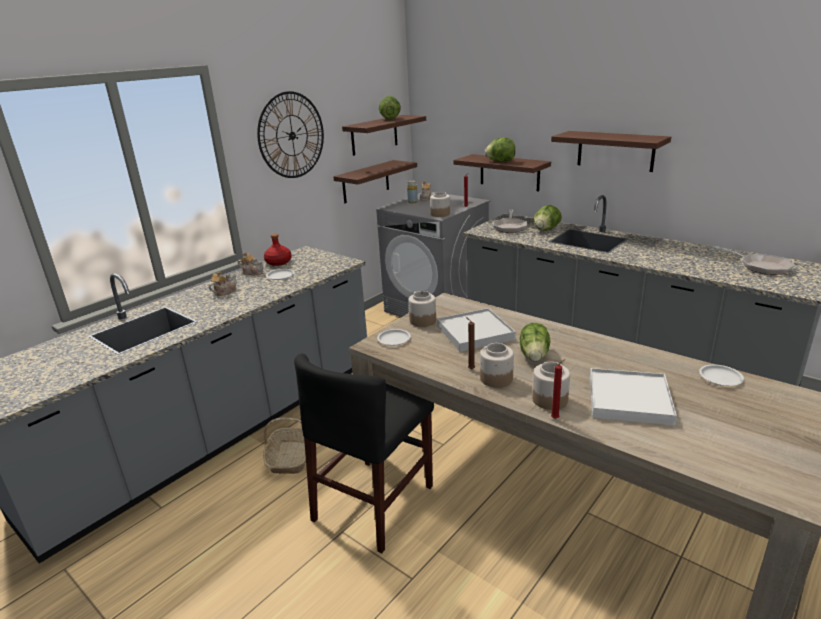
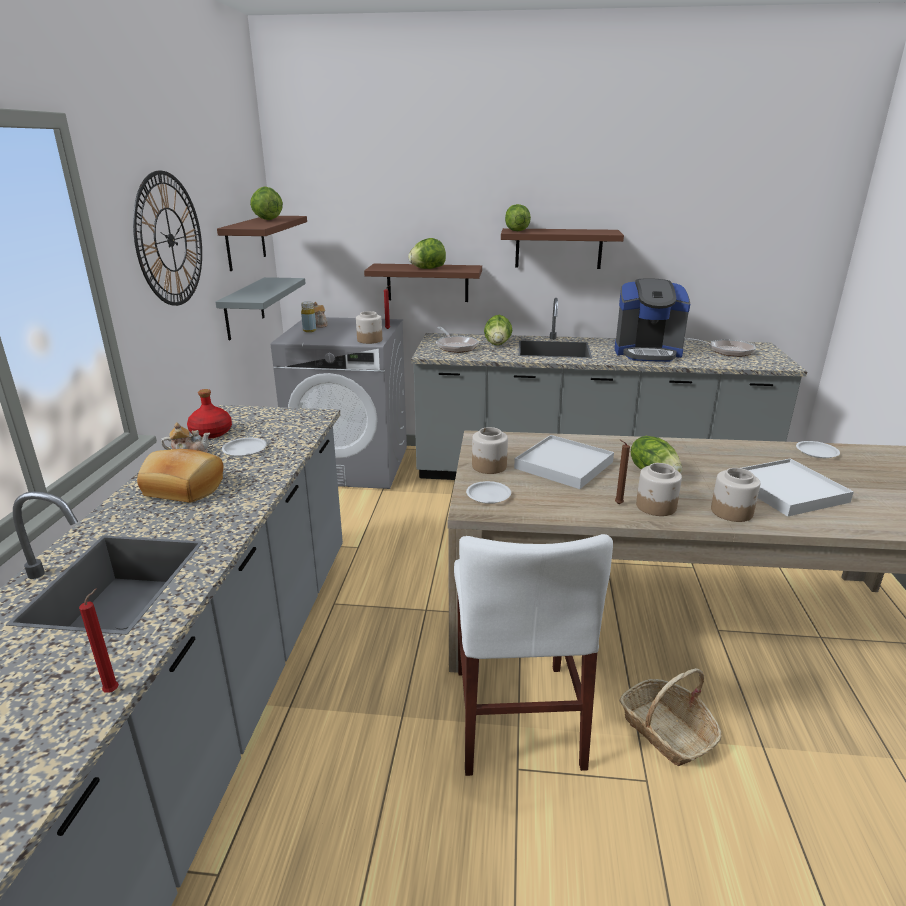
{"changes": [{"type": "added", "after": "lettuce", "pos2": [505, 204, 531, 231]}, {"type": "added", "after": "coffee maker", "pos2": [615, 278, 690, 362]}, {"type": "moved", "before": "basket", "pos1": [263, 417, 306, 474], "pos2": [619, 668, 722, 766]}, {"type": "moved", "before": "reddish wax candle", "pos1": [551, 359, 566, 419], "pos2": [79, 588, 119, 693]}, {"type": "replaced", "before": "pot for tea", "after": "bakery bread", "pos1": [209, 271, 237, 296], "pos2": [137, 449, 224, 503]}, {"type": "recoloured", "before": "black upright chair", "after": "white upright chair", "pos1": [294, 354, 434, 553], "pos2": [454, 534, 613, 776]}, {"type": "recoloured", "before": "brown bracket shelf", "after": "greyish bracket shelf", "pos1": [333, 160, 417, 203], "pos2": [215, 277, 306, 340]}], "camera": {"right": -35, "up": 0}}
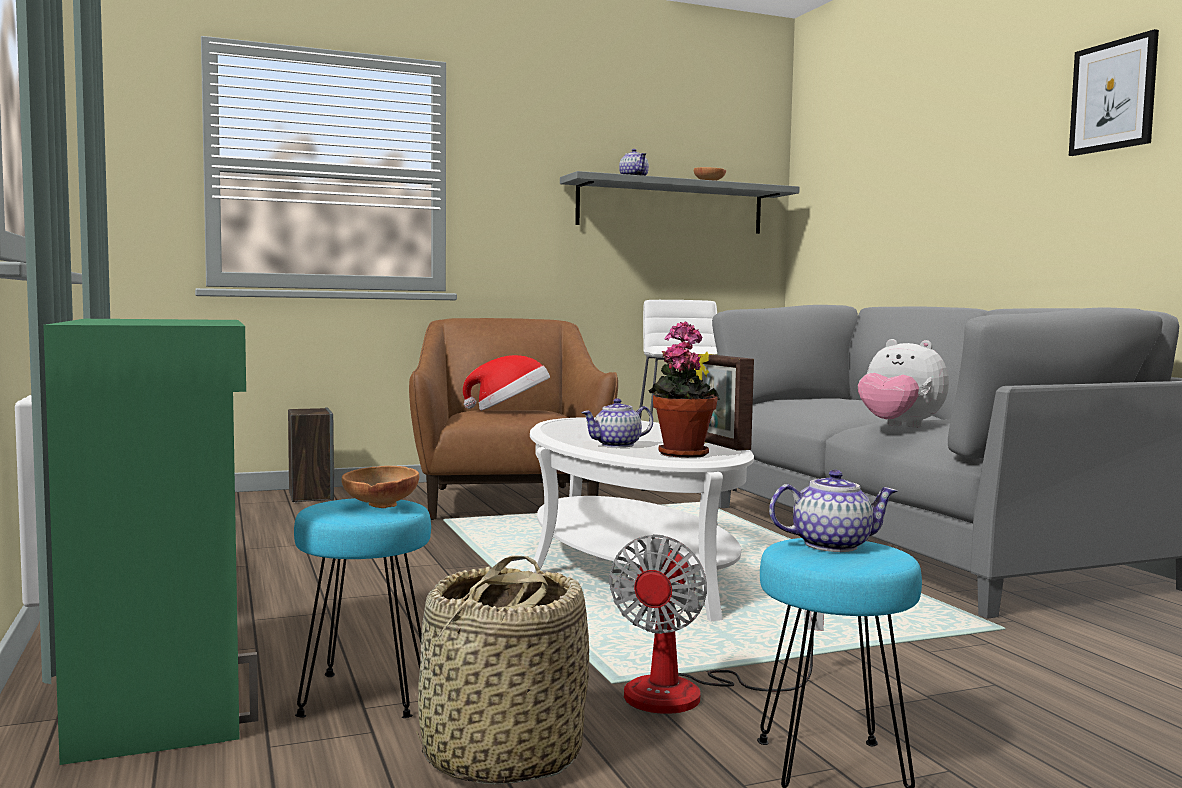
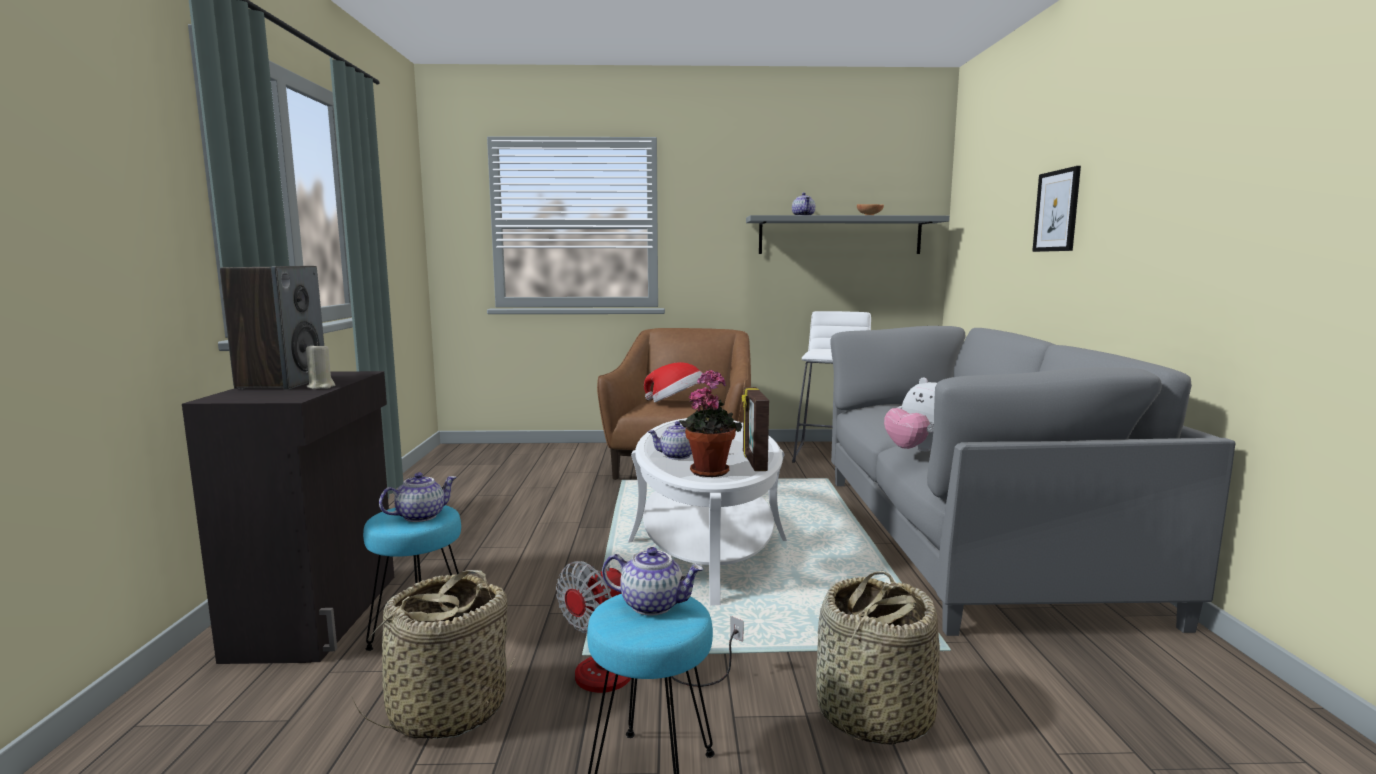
{"changes": [{"type": "added", "after": "beige wax candle", "pos2": [306, 343, 335, 389]}, {"type": "added", "after": "basket", "pos2": [816, 571, 940, 745]}, {"type": "moved", "before": "speaker", "pos1": [288, 408, 334, 503], "pos2": [220, 266, 324, 389]}, {"type": "moved", "before": "wall picture", "pos1": [1069, 29, 1159, 156], "pos2": [1032, 166, 1081, 252]}, {"type": "replaced", "before": "brown bowl", "after": "pot for tea", "pos1": [342, 466, 419, 508], "pos2": [379, 472, 457, 522]}, {"type": "recoloured", "before": "green cabinet", "after": "black cabinet", "pos1": [43, 319, 258, 765], "pos2": [182, 371, 394, 664]}], "camera": {"right": 20, "up": 5}}
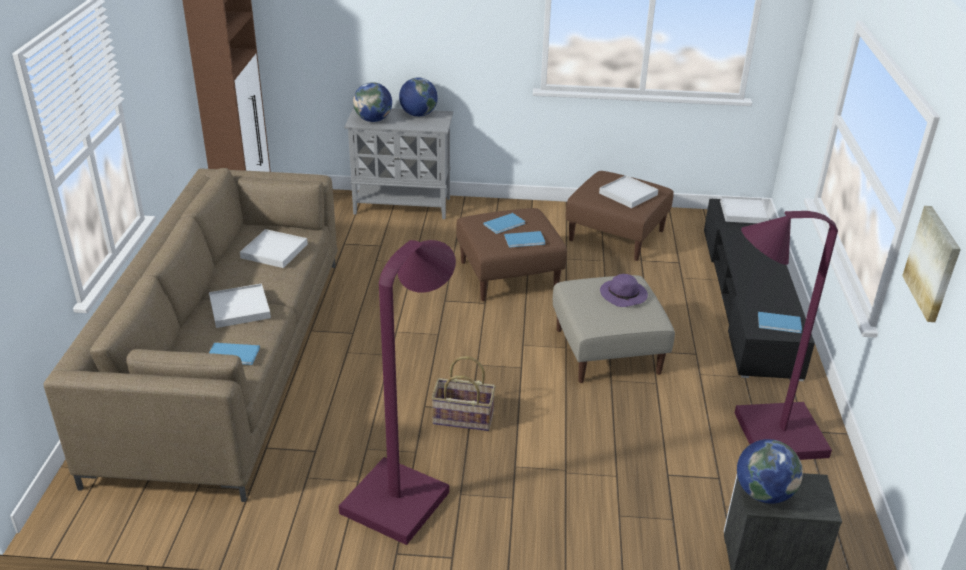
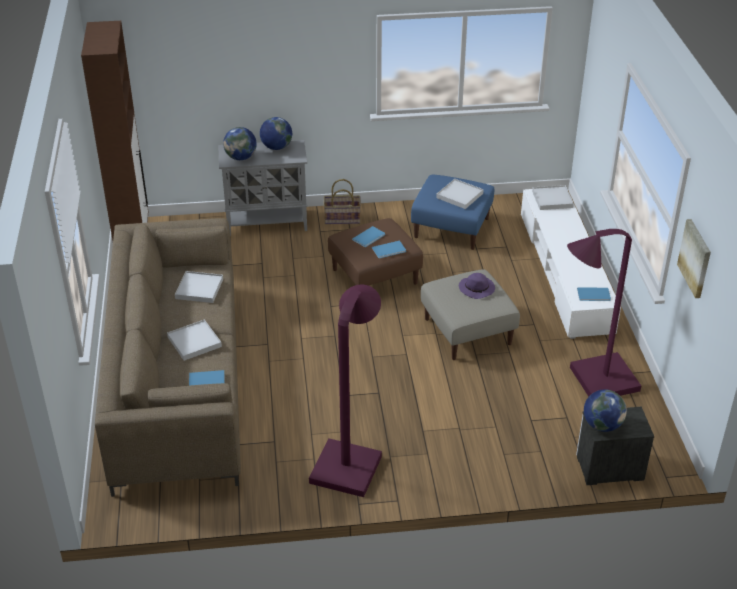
{"changes": [{"type": "moved", "before": "basket", "pos1": [431, 356, 496, 431], "pos2": [324, 179, 361, 224]}, {"type": "recoloured", "before": "brown ottoman", "after": "blue ottoman", "pos1": [566, 171, 674, 261], "pos2": [411, 175, 494, 250]}, {"type": "recoloured", "before": "black media console", "after": "white media console", "pos1": [704, 199, 815, 381], "pos2": [521, 187, 621, 339]}], "camera": {"right": -10, "up": 5}}
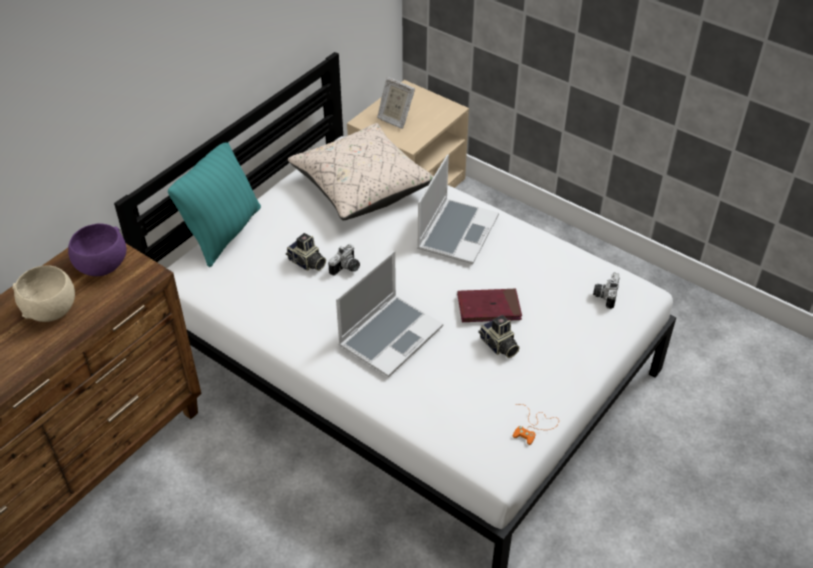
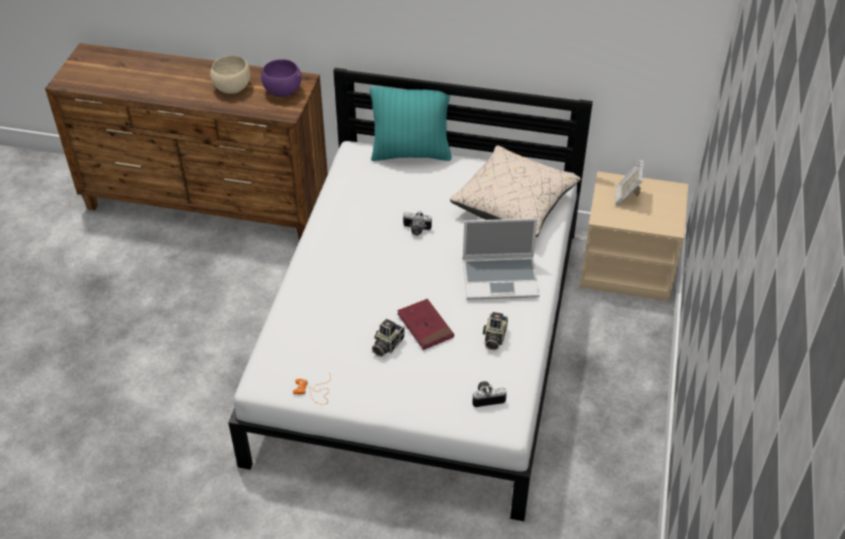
{"changes": [{"type": "removed", "before": "laptop", "pos1": [336, 251, 443, 377]}, {"type": "moved", "before": "still camera", "pos1": [286, 233, 326, 271], "pos2": [483, 312, 508, 350]}], "camera": {"right": 65, "up": 0}}
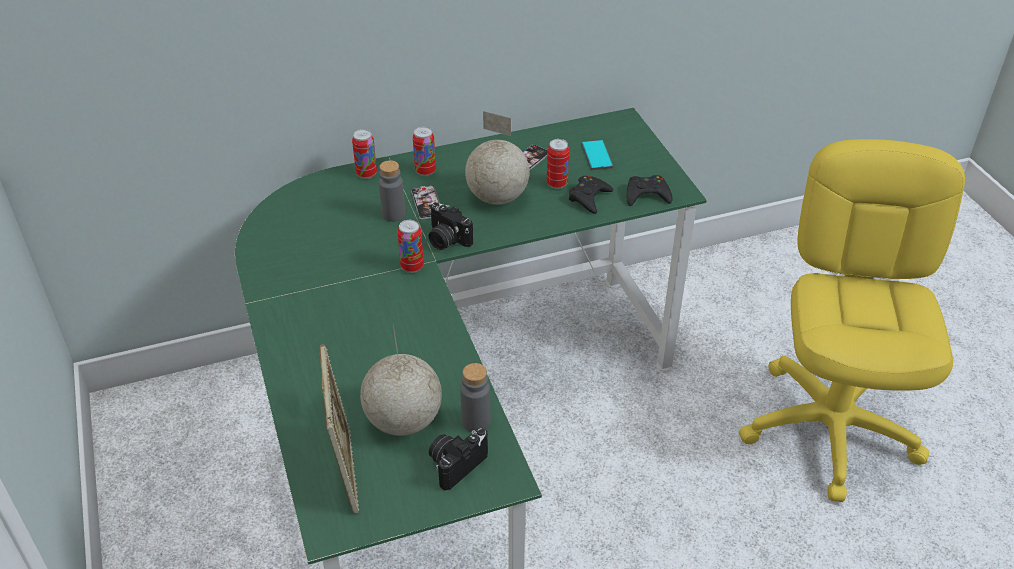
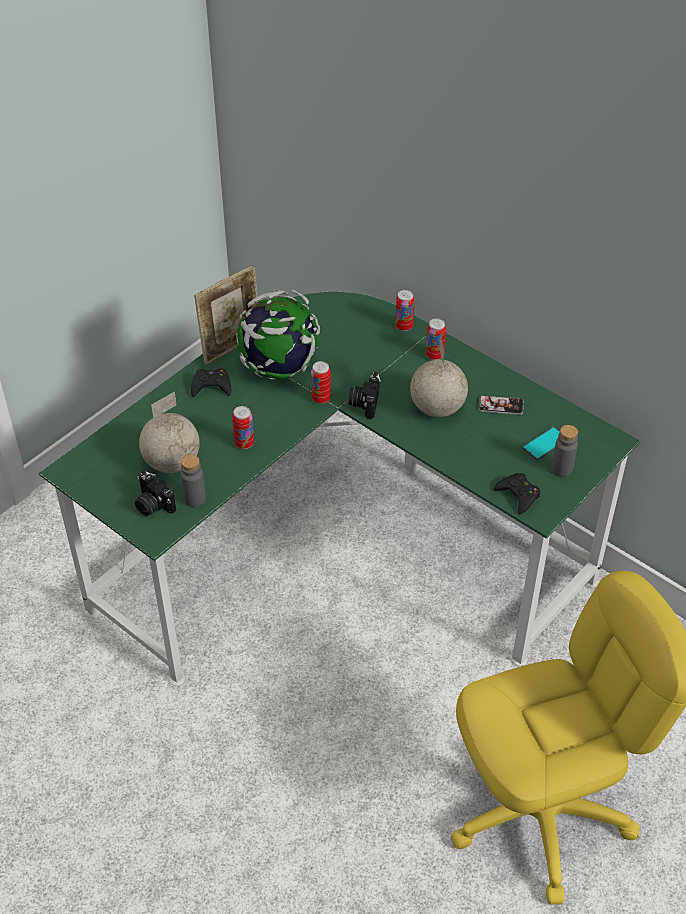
{"changes": [{"type": "removed", "before": "telephone", "pos1": [411, 185, 440, 220]}, {"type": "added", "after": "desk globe", "pos2": [236, 289, 320, 380]}, {"type": "moved", "before": "picture frame", "pos1": [319, 344, 360, 513], "pos2": [194, 265, 258, 365]}, {"type": "moved", "before": "greyish drink bottle", "pos1": [379, 160, 405, 222], "pos2": [551, 425, 578, 477]}, {"type": "moved", "before": "metal can", "pos1": [547, 139, 569, 189], "pos2": [232, 406, 254, 449]}, {"type": "moved", "before": "black joypad", "pos1": [569, 176, 613, 214], "pos2": [191, 368, 232, 397]}, {"type": "turned", "before": "still camera", "pos1": [429, 428, 488, 491], "pos2": [135, 471, 176, 517], "turn": -150}], "camera": {"right": 60, "up": 5}}
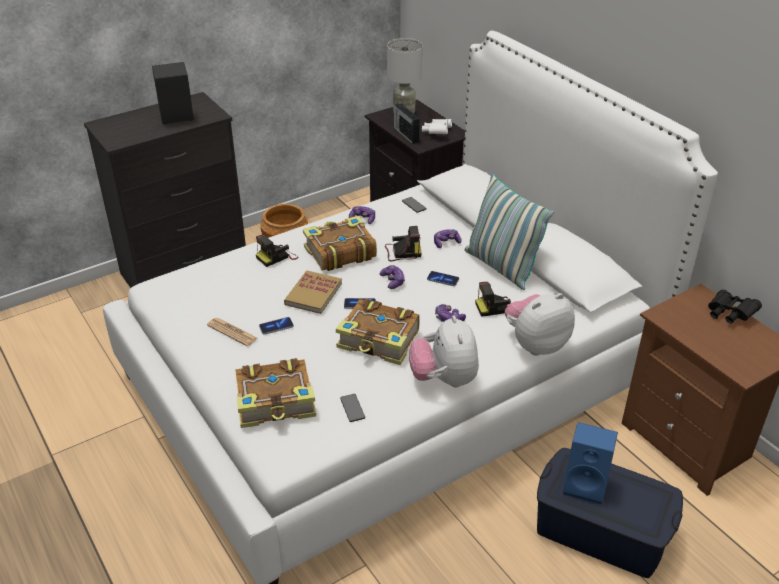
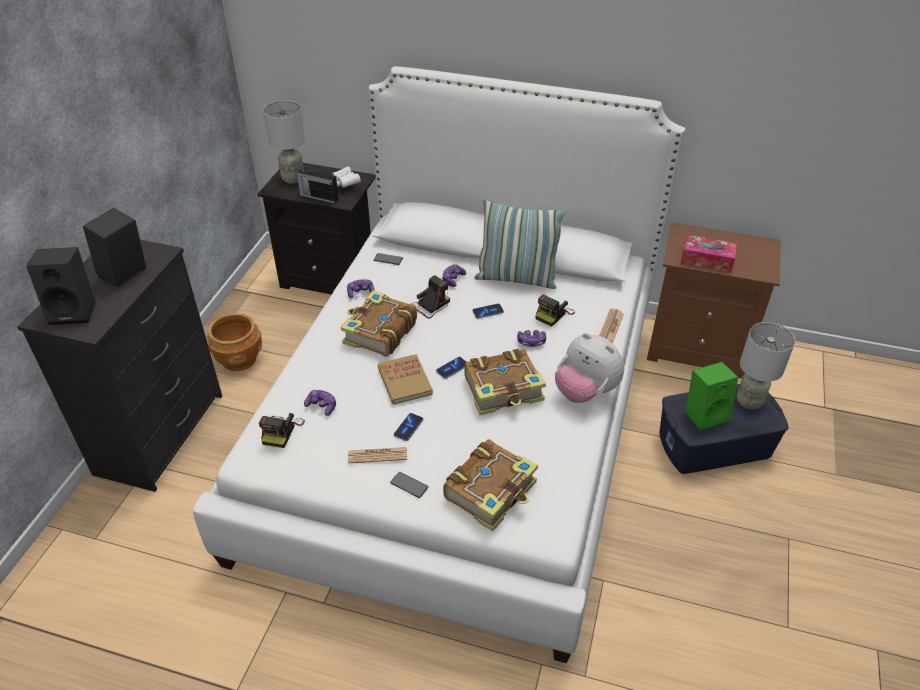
{"changes": [{"type": "removed", "before": "black binoculars", "pos1": [708, 290, 762, 324]}, {"type": "added", "after": "black speaker", "pos2": [26, 247, 96, 325]}, {"type": "added", "after": "tissue box", "pos2": [681, 235, 737, 272]}, {"type": "added", "after": "greyish tabletop lamp", "pos2": [737, 322, 795, 410]}, {"type": "moved", "before": "still camera", "pos1": [256, 234, 299, 267], "pos2": [259, 413, 305, 448]}, {"type": "moved", "before": "telephone", "pos1": [340, 394, 365, 422], "pos2": [390, 472, 428, 498]}, {"type": "moved", "before": "joypad", "pos1": [380, 265, 405, 289], "pos2": [304, 390, 336, 416]}, {"type": "replaced", "before": "plush toy", "after": "newspaper", "pos1": [505, 293, 575, 356], "pos2": [599, 309, 624, 344]}, {"type": "recoloured", "before": "blue speaker", "after": "green speaker", "pos1": [563, 422, 618, 504], "pos2": [686, 362, 738, 431]}], "camera": {"right": -40, "up": 5}}
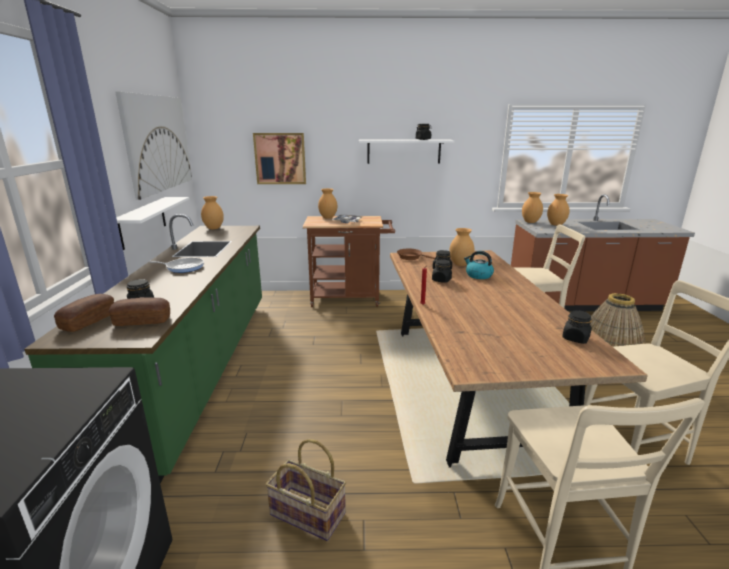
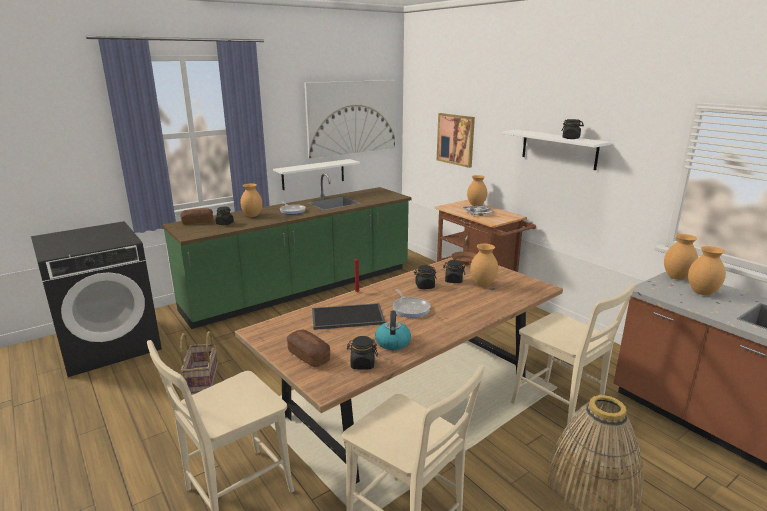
{"changes": [{"type": "added", "after": "serving tray", "pos2": [312, 303, 386, 330]}, {"type": "added", "after": "pan", "pos2": [393, 289, 431, 318]}, {"type": "moved", "before": "bakery bread", "pos1": [109, 297, 170, 326], "pos2": [286, 330, 330, 367]}, {"type": "moved", "before": "brown decorative vase", "pos1": [201, 196, 224, 229], "pos2": [240, 183, 263, 217]}, {"type": "moved", "before": "tea kettle", "pos1": [464, 251, 494, 279], "pos2": [375, 311, 411, 350]}], "camera": {"right": 55, "up": 0}}
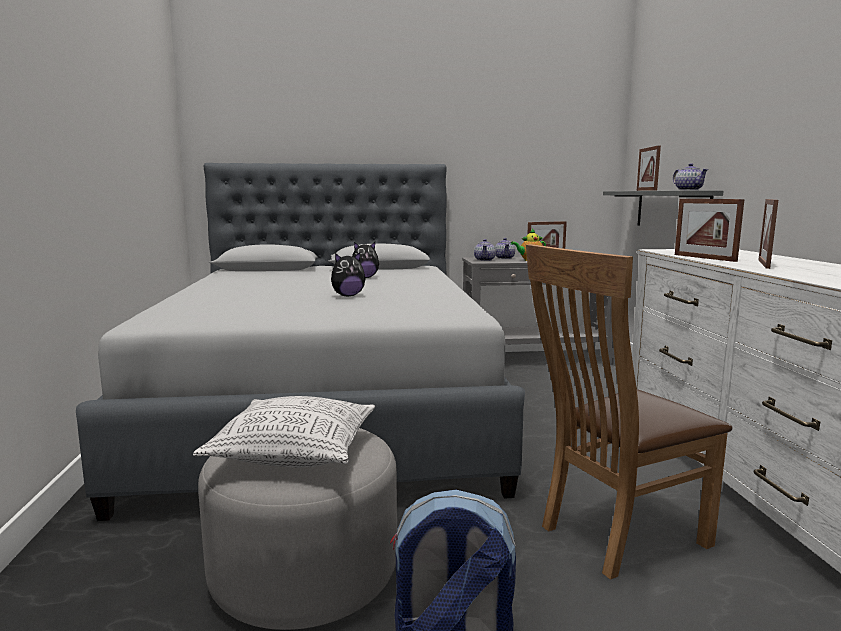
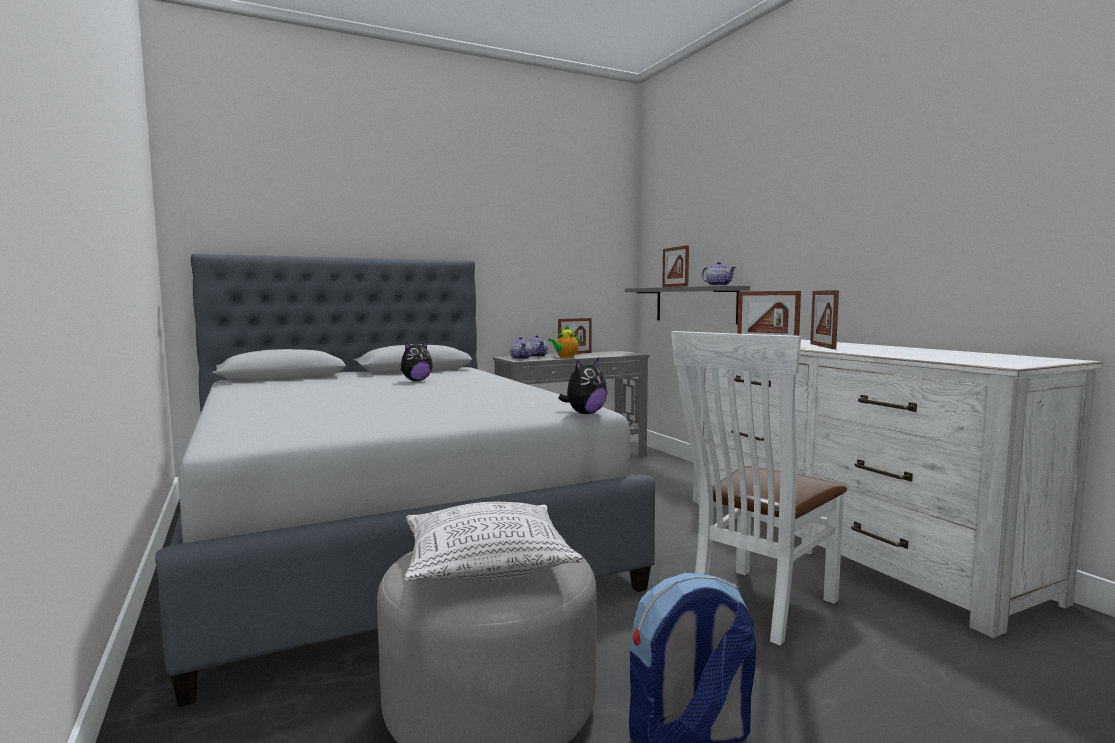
{"changes": [{"type": "moved", "before": "plush toy", "pos1": [331, 252, 365, 297], "pos2": [558, 358, 607, 414]}, {"type": "recoloured", "before": "brown upright chair", "after": "white upright chair", "pos1": [526, 244, 732, 580], "pos2": [671, 331, 847, 646]}], "camera": {"right": -20, "up": -5}}
